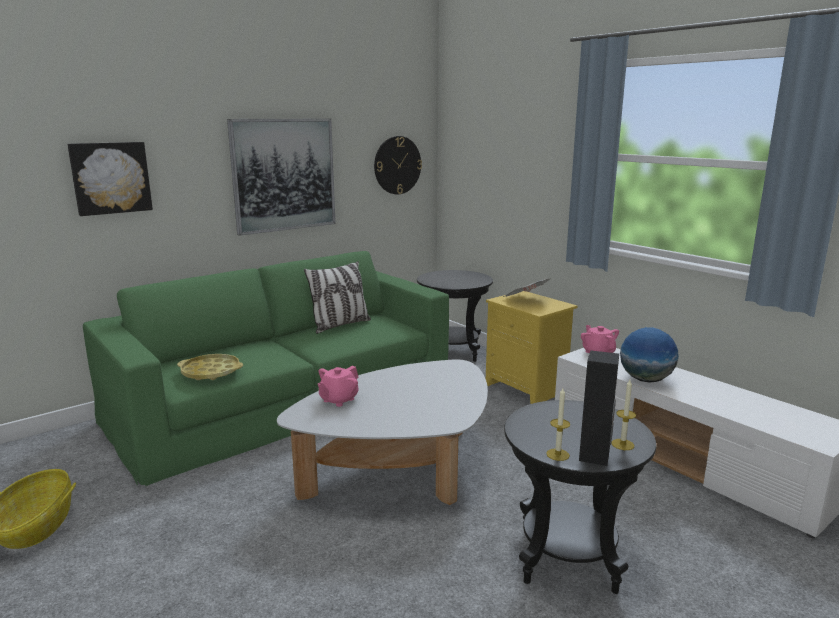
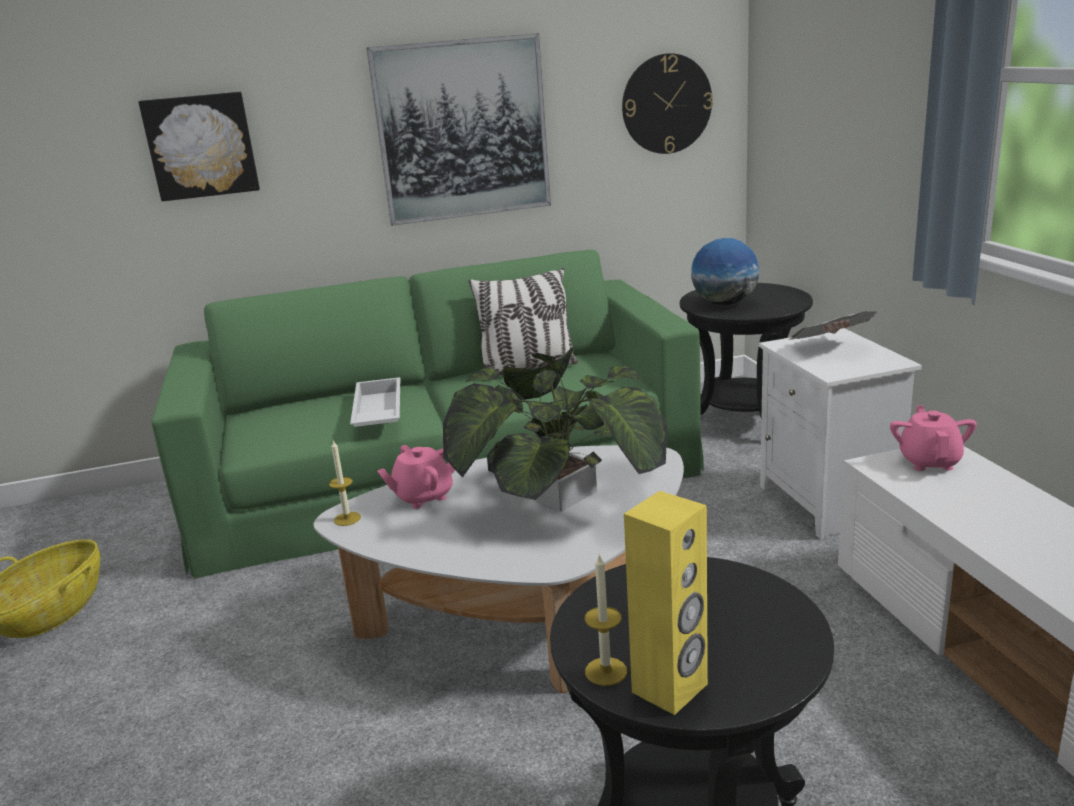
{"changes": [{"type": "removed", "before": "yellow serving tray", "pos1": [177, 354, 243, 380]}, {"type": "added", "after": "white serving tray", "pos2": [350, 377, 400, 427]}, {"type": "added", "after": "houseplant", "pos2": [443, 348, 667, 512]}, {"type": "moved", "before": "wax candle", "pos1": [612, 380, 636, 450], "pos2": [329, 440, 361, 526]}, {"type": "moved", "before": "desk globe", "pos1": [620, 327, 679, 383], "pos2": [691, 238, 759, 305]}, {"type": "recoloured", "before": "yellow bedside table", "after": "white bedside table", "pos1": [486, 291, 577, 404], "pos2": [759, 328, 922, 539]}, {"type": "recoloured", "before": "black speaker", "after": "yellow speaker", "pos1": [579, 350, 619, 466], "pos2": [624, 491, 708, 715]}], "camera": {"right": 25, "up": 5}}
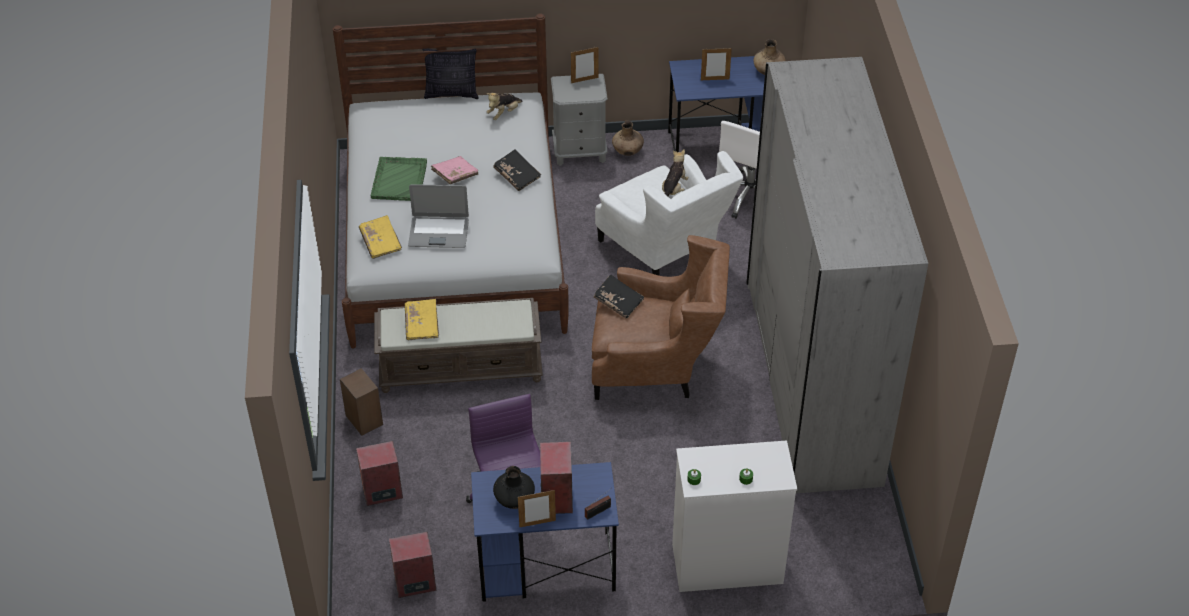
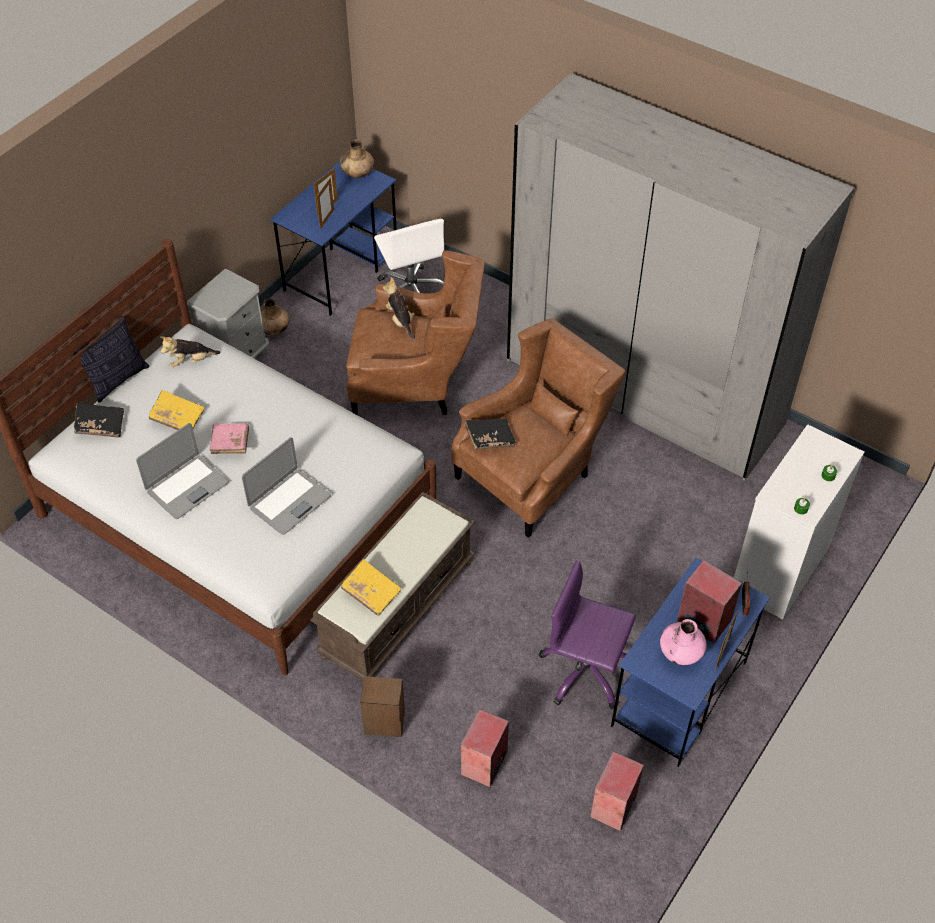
{"changes": [{"type": "moved", "before": "yellow book", "pos1": [359, 215, 402, 259], "pos2": [149, 390, 204, 430]}, {"type": "moved", "before": "black book", "pos1": [493, 149, 541, 191], "pos2": [74, 403, 124, 438]}, {"type": "moved", "before": "picture frame", "pos1": [571, 47, 599, 83], "pos2": [316, 177, 334, 229]}, {"type": "replaced", "before": "green serving tray", "after": "laptop", "pos1": [371, 157, 427, 201], "pos2": [136, 423, 229, 519]}, {"type": "recoloured", "before": "black decorative vase", "after": "pinkish decorative vase", "pos1": [493, 466, 535, 509], "pos2": [660, 619, 707, 665]}, {"type": "recoloured", "before": "white armchair", "after": "brown armchair", "pos1": [595, 151, 743, 276], "pos2": [346, 250, 485, 415]}, {"type": "turned", "before": "plush toy", "pos1": [486, 93, 522, 120], "pos2": [160, 336, 221, 367], "turn": 75}], "camera": {"right": -50, "up": 5}}
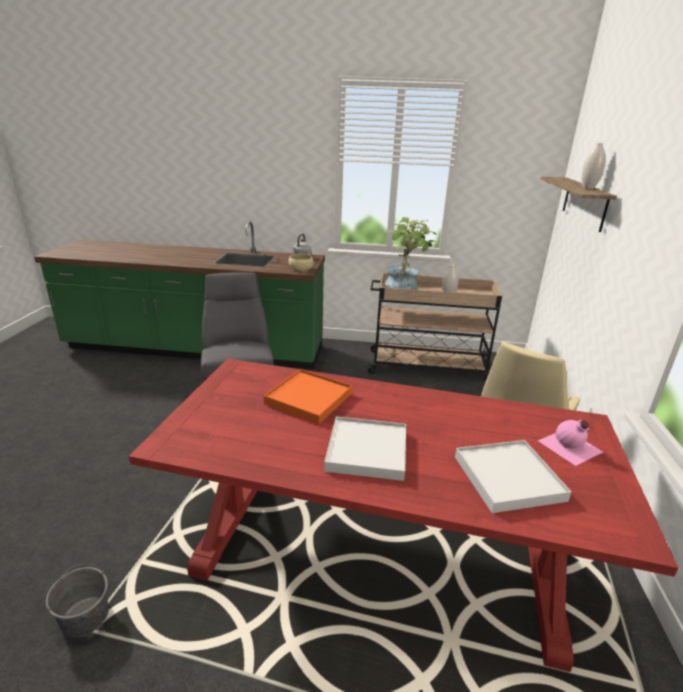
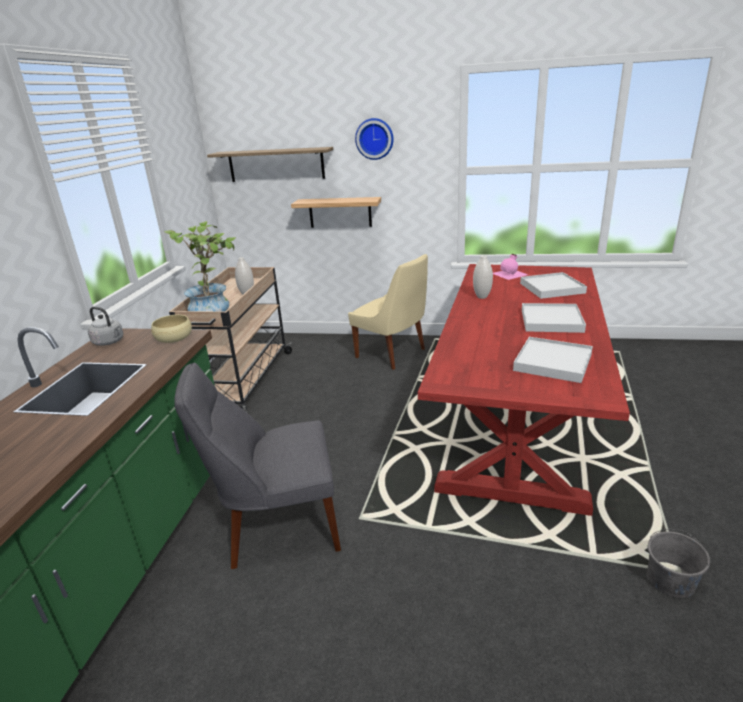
{"changes": [{"type": "removed", "before": "orange serving tray", "pos1": [264, 369, 352, 424]}, {"type": "added", "after": "bracket shelf", "pos2": [291, 197, 381, 228]}, {"type": "added", "after": "clock on the wall", "pos2": [355, 118, 393, 160]}, {"type": "added", "after": "white serving tray", "pos2": [513, 337, 593, 383]}, {"type": "moved", "before": "white decorative vase", "pos1": [581, 142, 606, 189], "pos2": [473, 255, 493, 299]}], "camera": {"right": -85, "up": 0}}
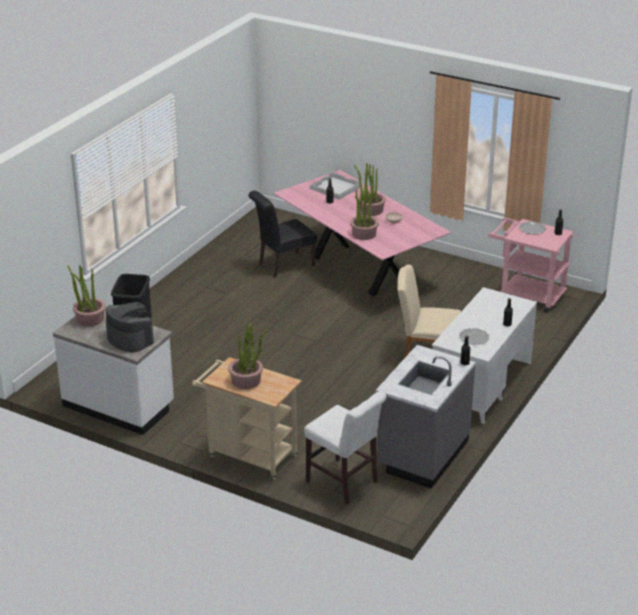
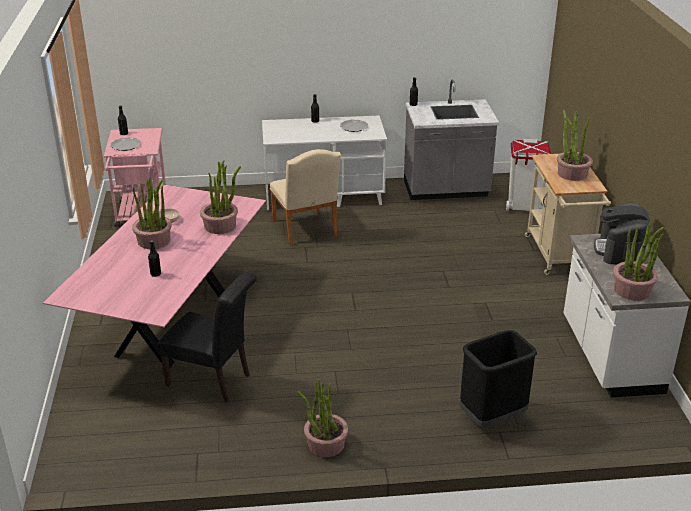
{"changes": [{"type": "removed", "before": "white serving tray", "pos1": [309, 172, 363, 200]}, {"type": "added", "after": "houseplant", "pos2": [297, 379, 348, 457]}, {"type": "replaced", "before": "white upright chair", "after": "white trash can", "pos1": [304, 391, 387, 504], "pos2": [506, 139, 551, 211]}], "camera": {"right": -125, "up": 0}}
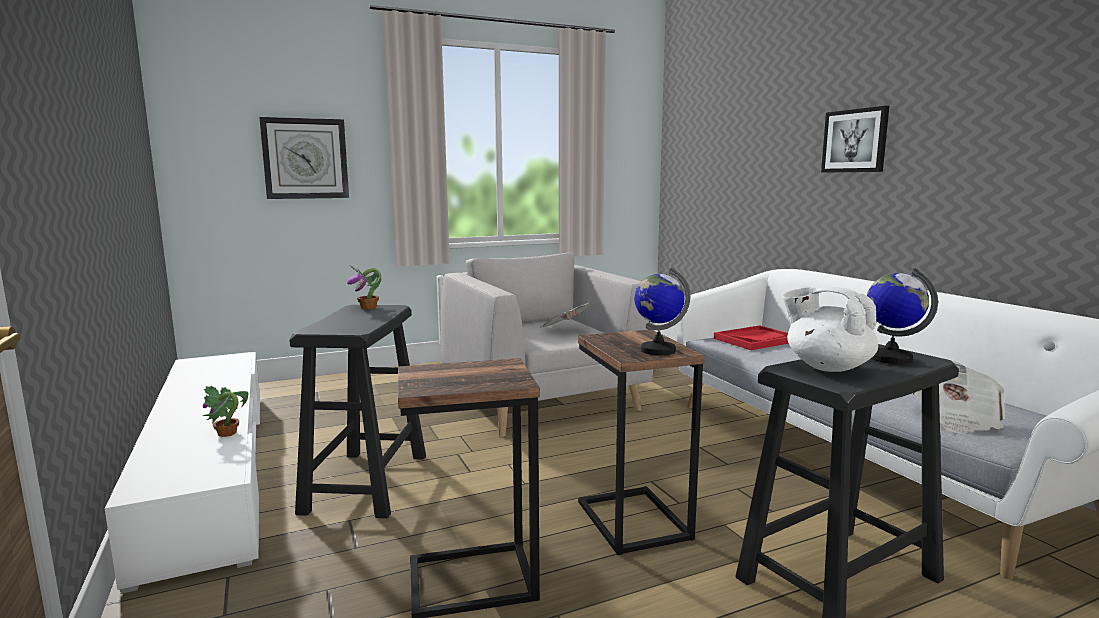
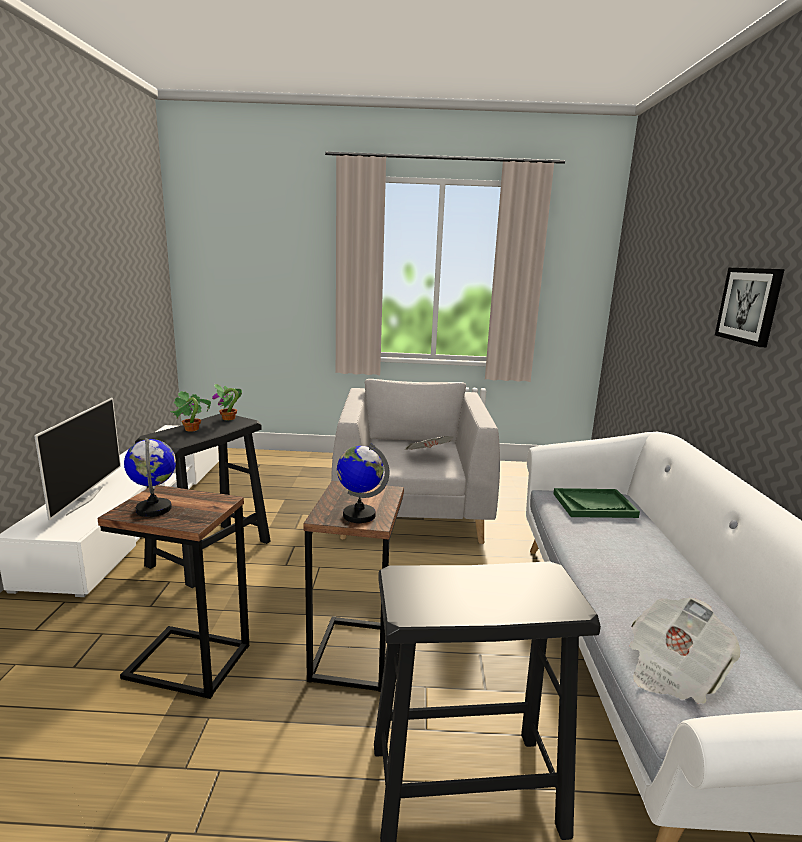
{"changes": [{"type": "removed", "before": "clock on the wall", "pos1": [259, 117, 349, 199]}, {"type": "removed", "before": "white pot for tea", "pos1": [782, 286, 878, 372]}, {"type": "added", "after": "TV", "pos2": [34, 398, 121, 520]}, {"type": "moved", "before": "houseplant", "pos1": [203, 386, 248, 437], "pos2": [170, 391, 211, 432]}, {"type": "moved", "before": "desk globe", "pos1": [867, 268, 938, 364], "pos2": [124, 438, 176, 517]}, {"type": "recoloured", "before": "reddish serving tray", "after": "green serving tray", "pos1": [714, 325, 789, 350], "pos2": [553, 488, 640, 518]}], "camera": {"right": 25, "up": 5}}
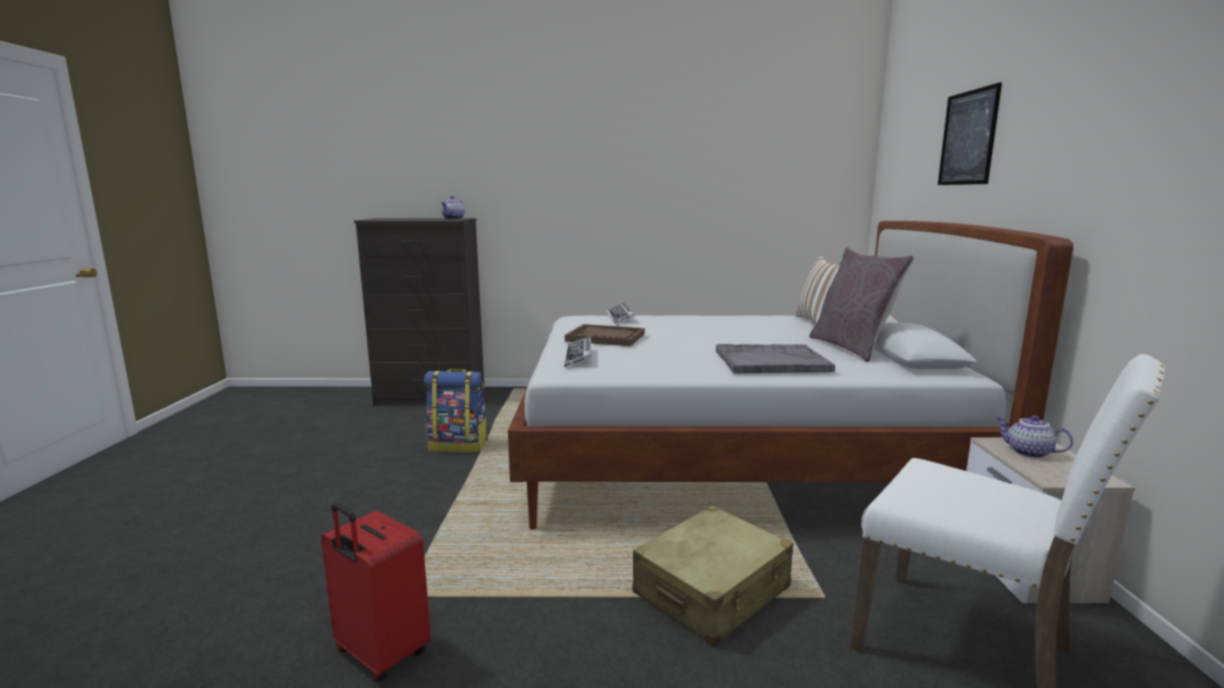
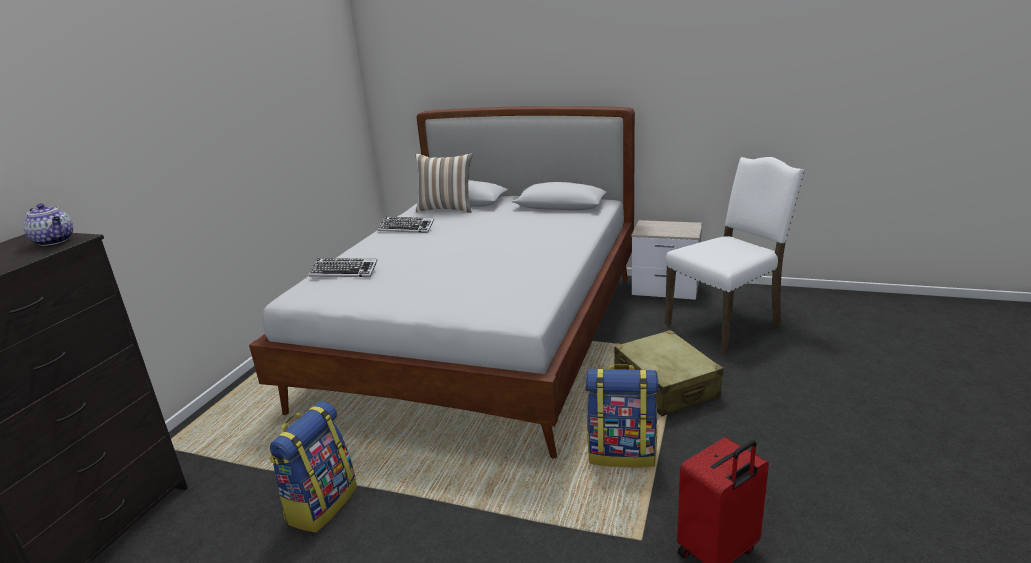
{"changes": [{"type": "removed", "before": "brown serving tray", "pos1": [565, 324, 645, 346]}, {"type": "removed", "before": "greyish serving tray", "pos1": [716, 344, 835, 374]}, {"type": "removed", "before": "greyish cushion", "pos1": [809, 247, 914, 362]}, {"type": "removed", "before": "wall picture", "pos1": [938, 82, 1002, 185]}, {"type": "removed", "before": "pot for tea", "pos1": [996, 415, 1073, 458]}, {"type": "added", "after": "rucksack", "pos2": [585, 364, 659, 468]}, {"type": "moved", "before": "PC keyboard", "pos1": [564, 336, 592, 367], "pos2": [377, 217, 434, 233]}], "camera": {"right": -70, "up": 10}}
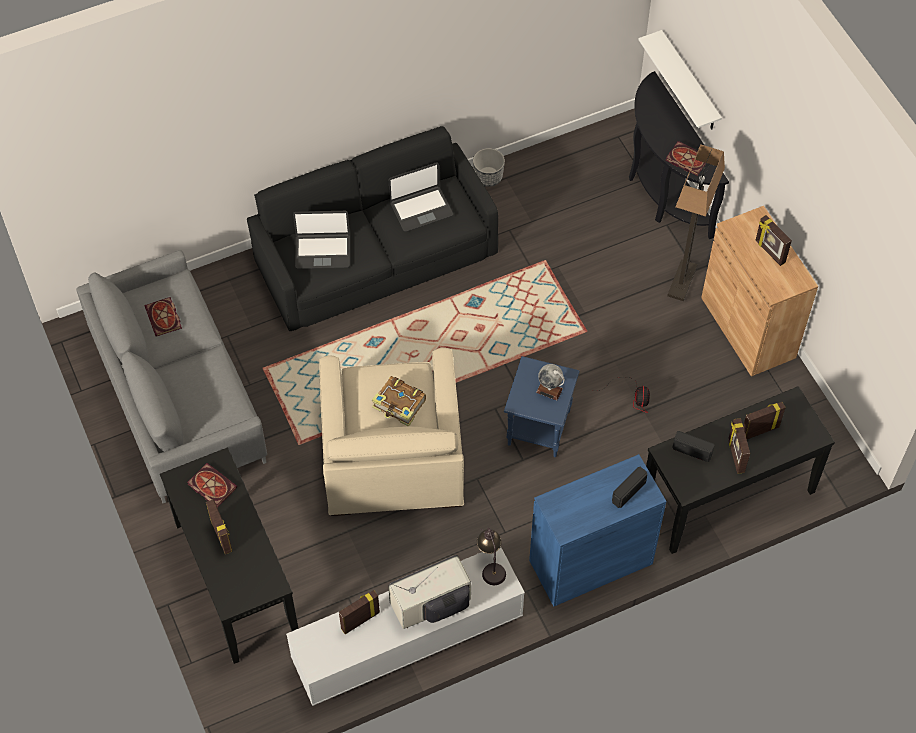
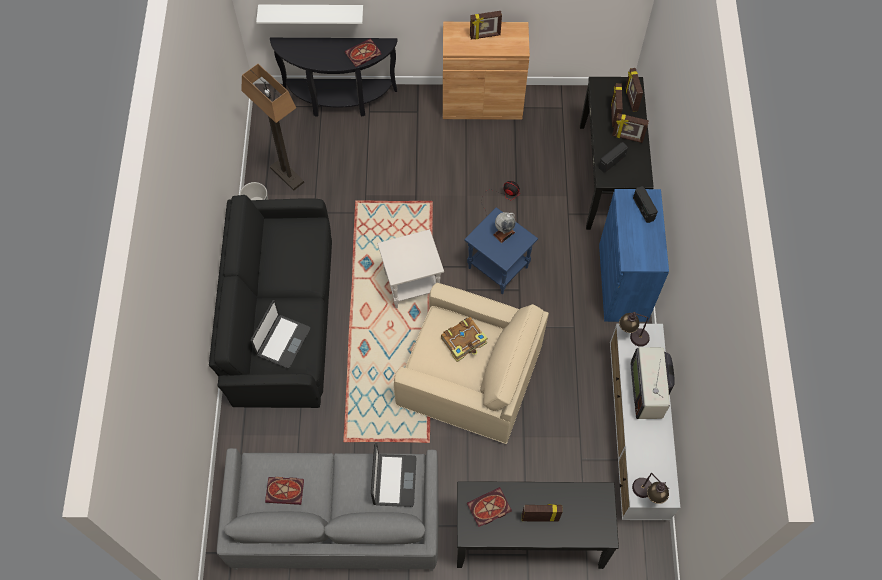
{"changes": [{"type": "added", "after": "white end table", "pos2": [377, 229, 444, 308]}, {"type": "added", "after": "tabletop lamp", "pos2": [632, 473, 670, 504]}, {"type": "moved", "before": "picture frame", "pos1": [339, 590, 380, 634], "pos2": [625, 68, 643, 112]}, {"type": "moved", "before": "laptop", "pos1": [389, 162, 453, 232], "pos2": [371, 443, 417, 507]}, {"type": "moved", "before": "standard lamp", "pos1": [667, 144, 725, 301], "pos2": [241, 64, 304, 191]}], "camera": {"right": -65, "up": 5}}
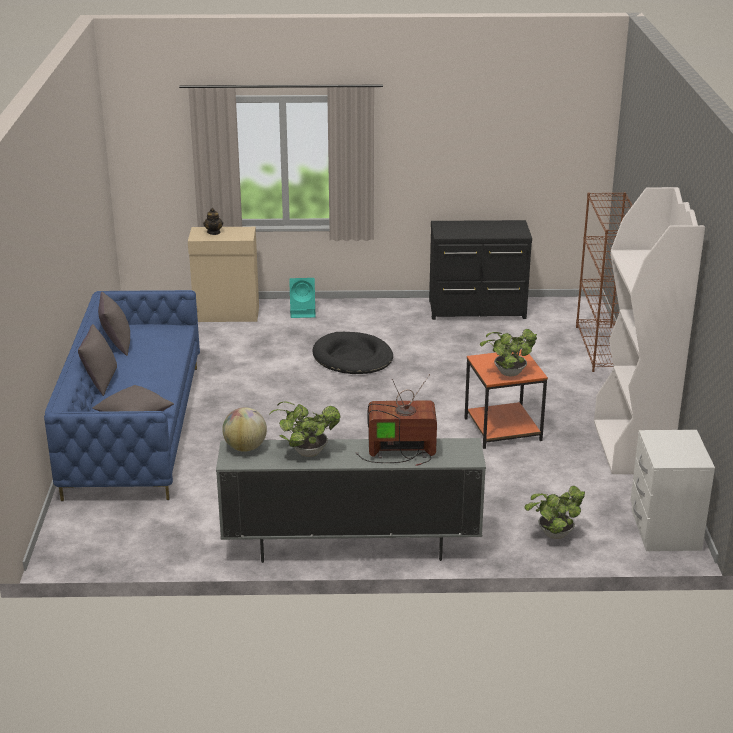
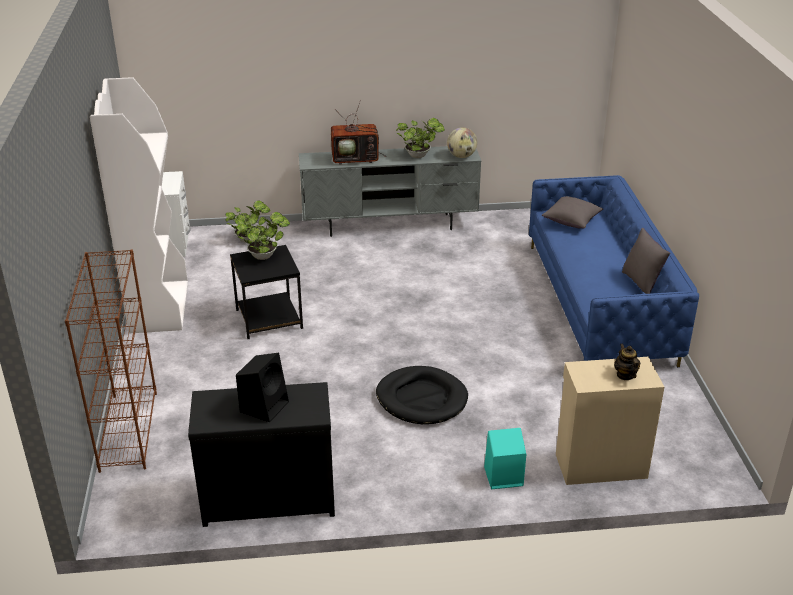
{"changes": [{"type": "removed", "before": "greyish cushion", "pos1": [78, 324, 117, 396]}, {"type": "added", "after": "black speaker", "pos2": [236, 353, 289, 422]}, {"type": "recoloured", "before": "orange end table", "after": "black end table", "pos1": [465, 349, 548, 449], "pos2": [230, 245, 303, 339]}], "camera": {"right": 175, "up": 5}}
